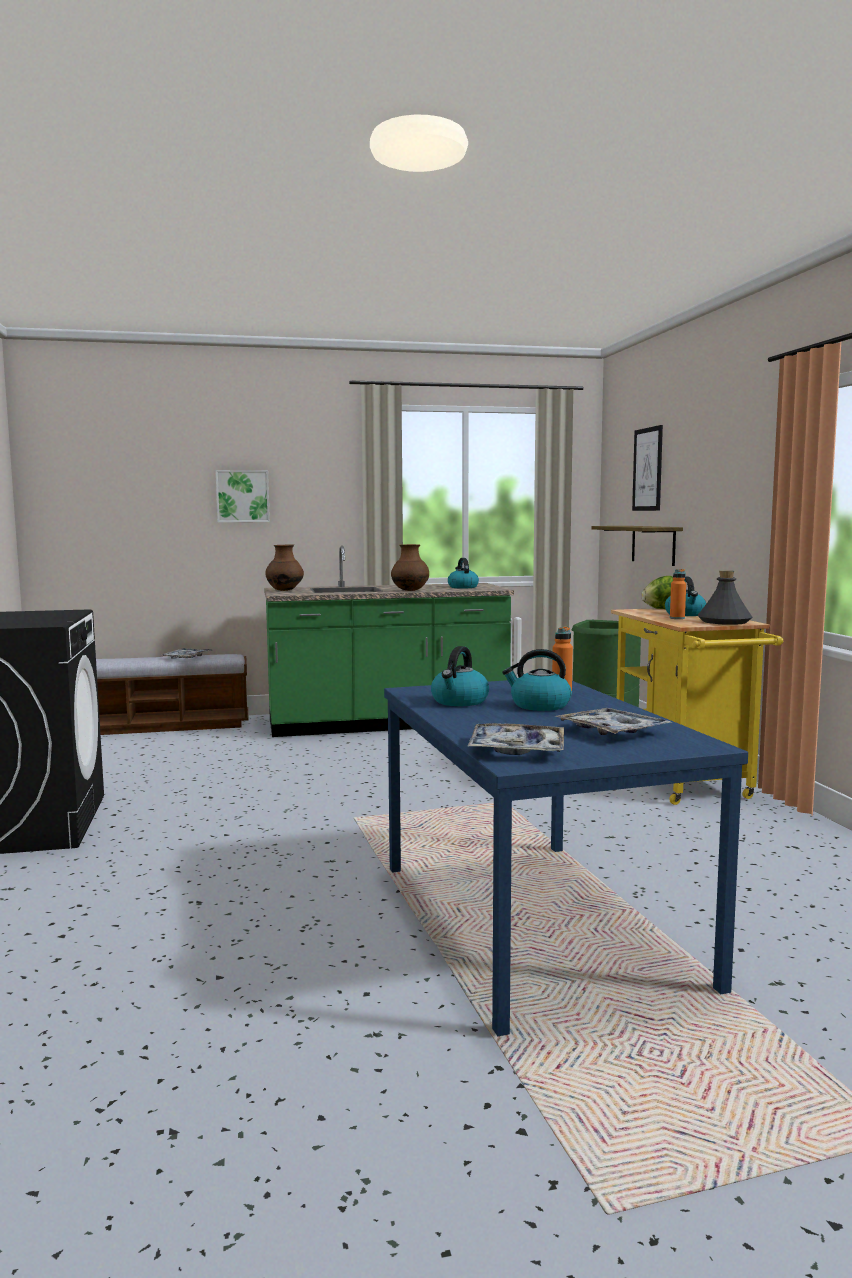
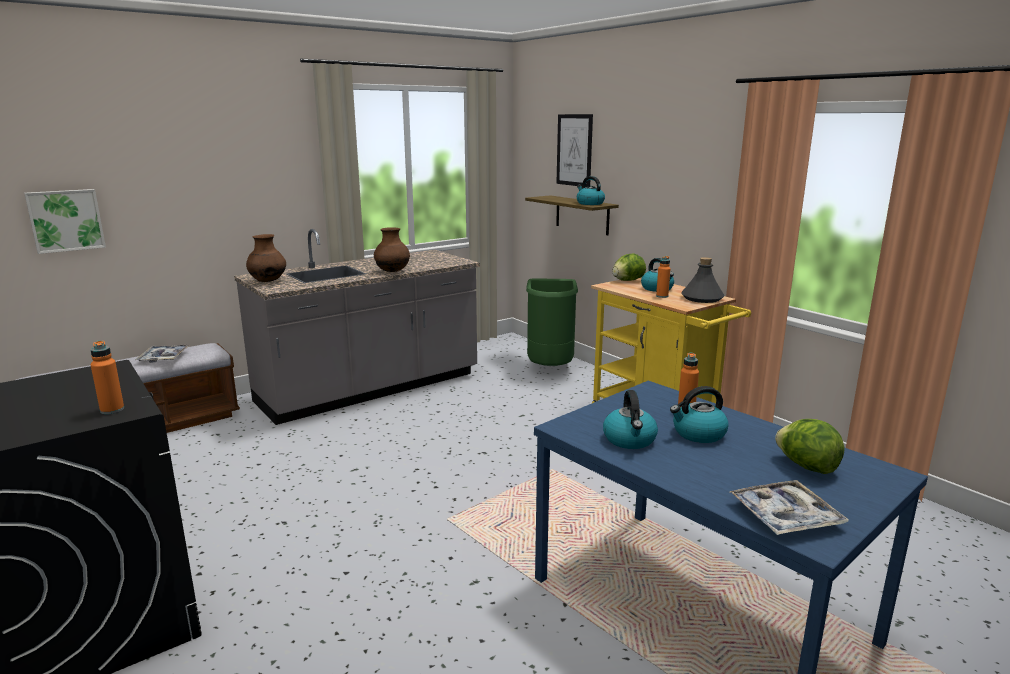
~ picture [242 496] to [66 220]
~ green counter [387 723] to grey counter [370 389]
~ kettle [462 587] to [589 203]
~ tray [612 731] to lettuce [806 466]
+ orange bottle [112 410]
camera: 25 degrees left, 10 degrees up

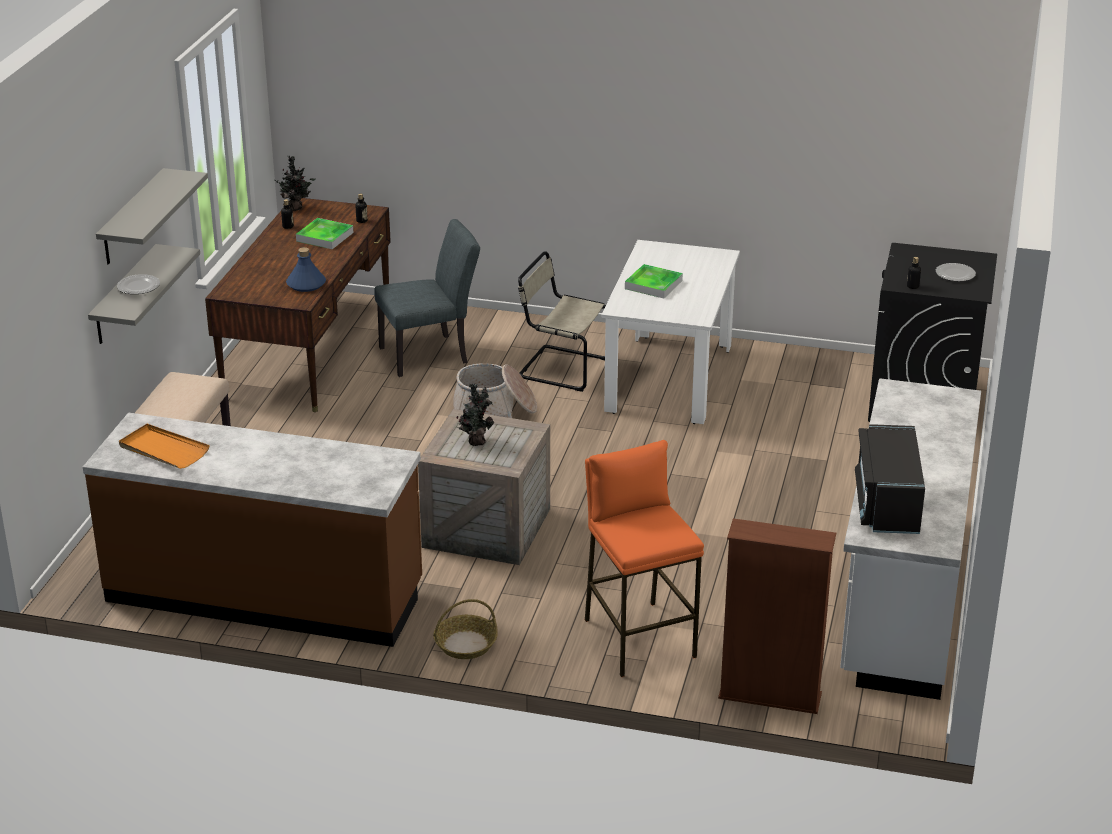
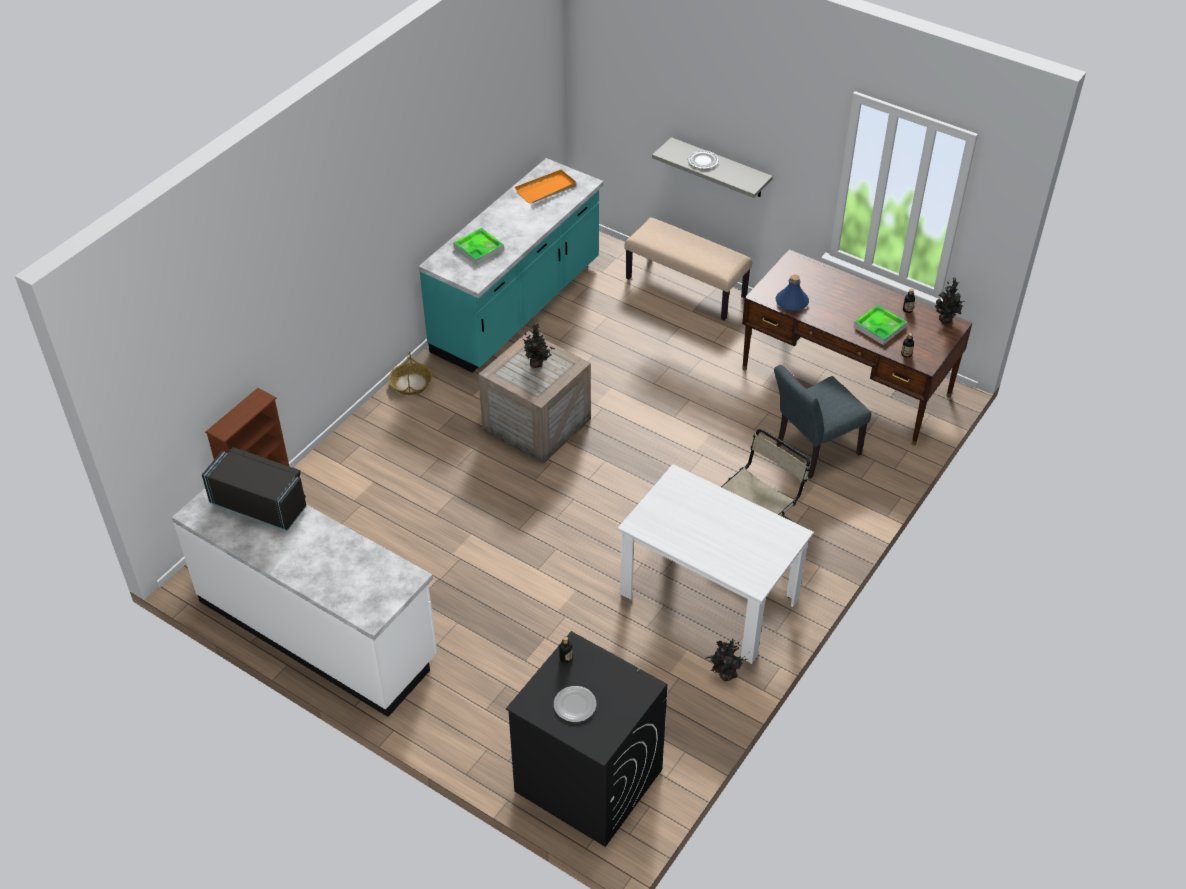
- grey shelf [132 218]
~ grey chair [430 354] = [812 452] 60 degrees clockwise
~ tray [653 284] to [478 249]
- basket [494 409]
~ brown counter [265 594] to turquoise counter [518 307]
- orange stool [639 638]
+ potted plant [725 676]
camera: 110 degrees right, 15 degrees up

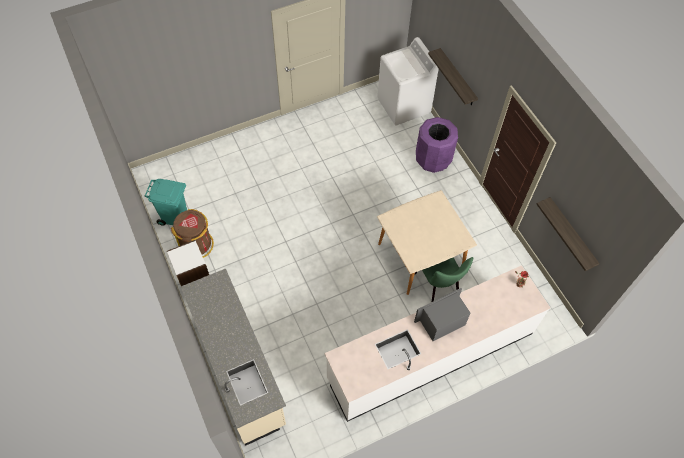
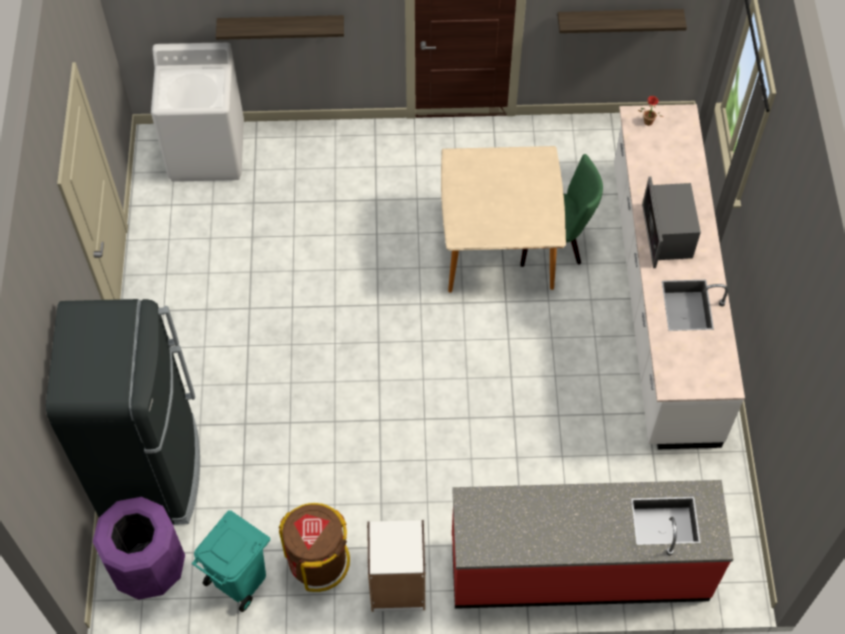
~ purple trash can [433 159] to [148 566]
~ beige counter [239 368] to red counter [578 568]
+ black fridge [152 472]
camera: 65 degrees left, 0 degrees up

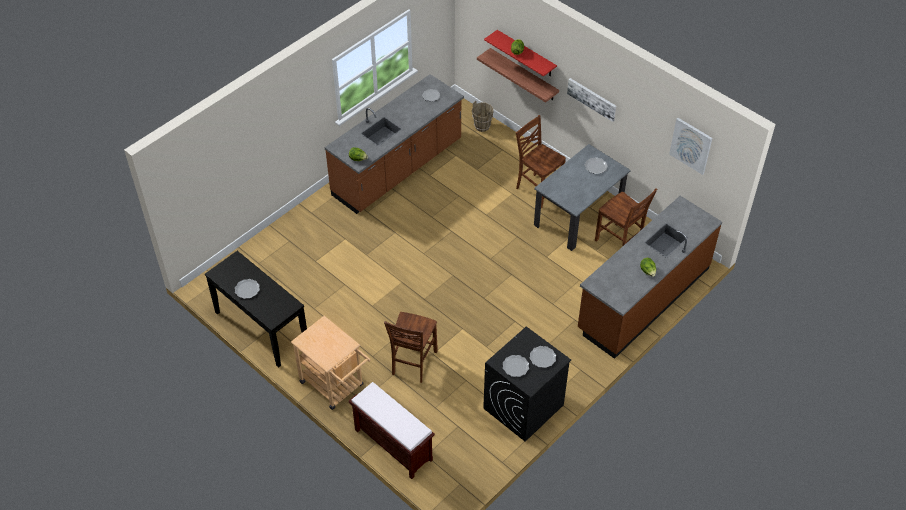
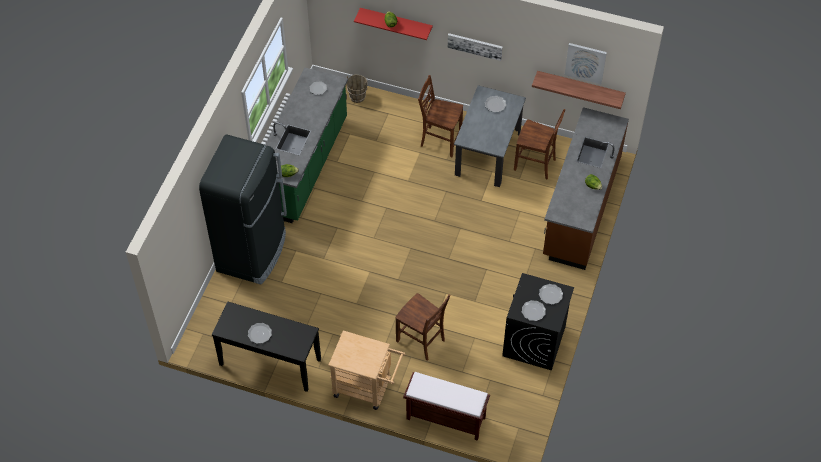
~ shelf [523 75] to [580 87]
~ brown counter [398 169] to green counter [304 166]
~ brown chair [413 363] = [421 341] 45 degrees counterclockwise
+ black fridge [252 252]
camera: 25 degrees left, 5 degrees up

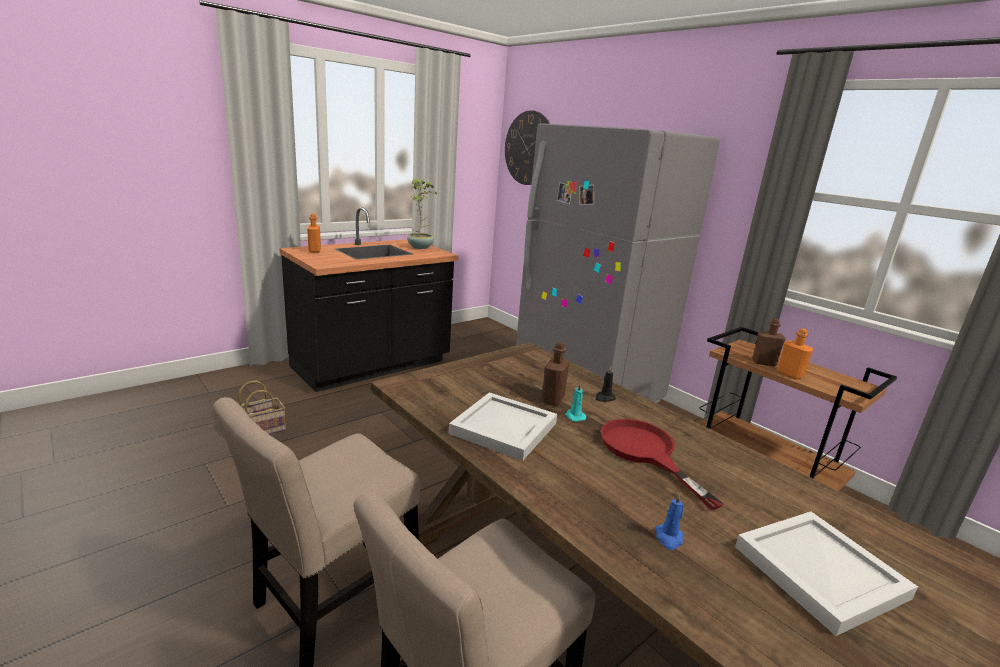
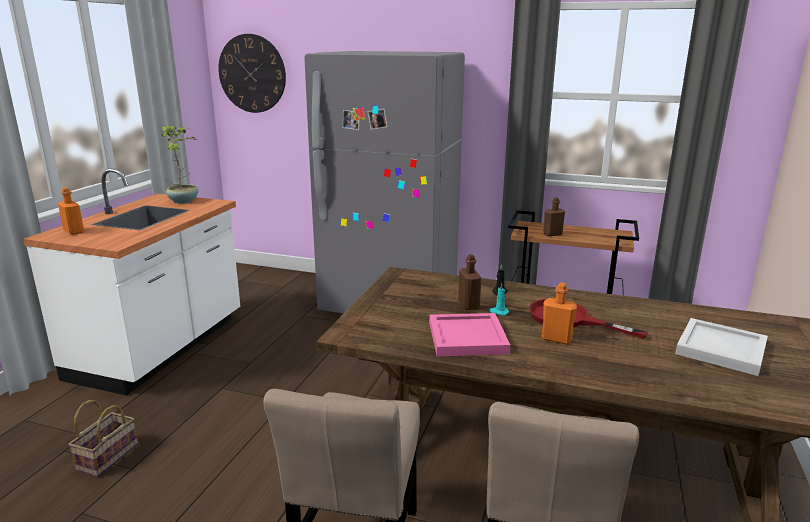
~ black counter [372 366] to white counter [161 348]
~ orange bottle [790 374] to [556 339]
~ white tray [502 428] to pink tray [466 338]
- blue candle [669 538]
camera: 30 degrees left, 0 degrees up

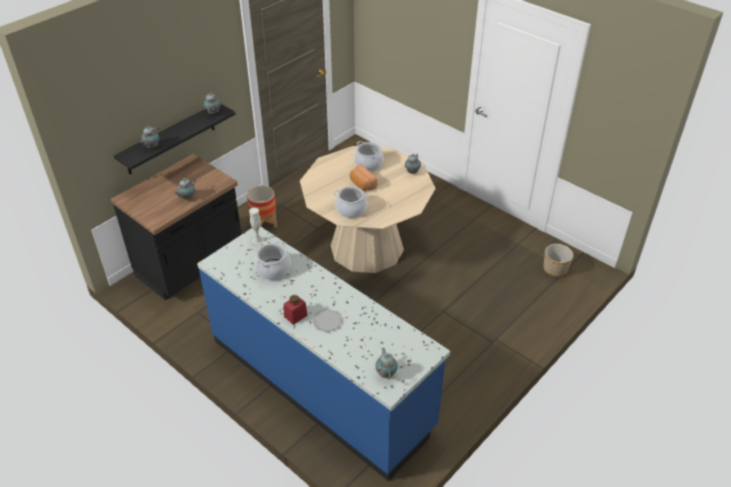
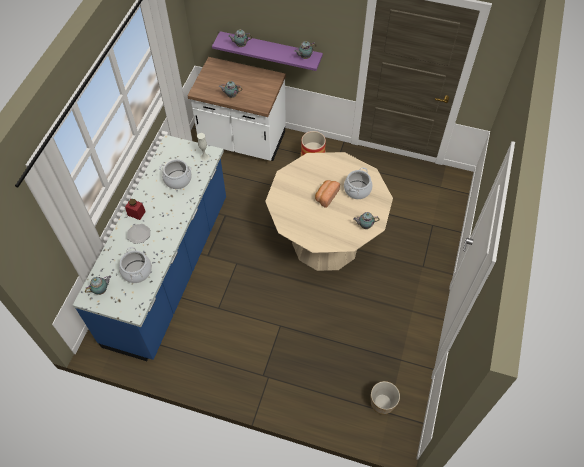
~ black shelf [170 139] to purple shelf [271 51]
~ black counter [191 266] to white counter [242 141]
~ cooking pot [351 210] to [136 271]
camera: 65 degrees right, 15 degrees up

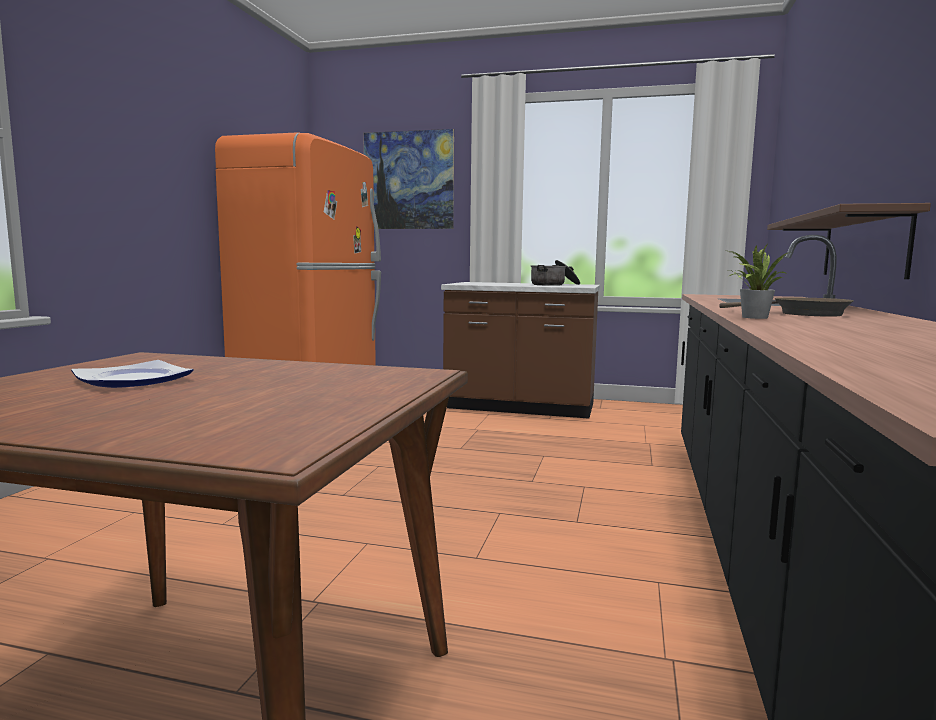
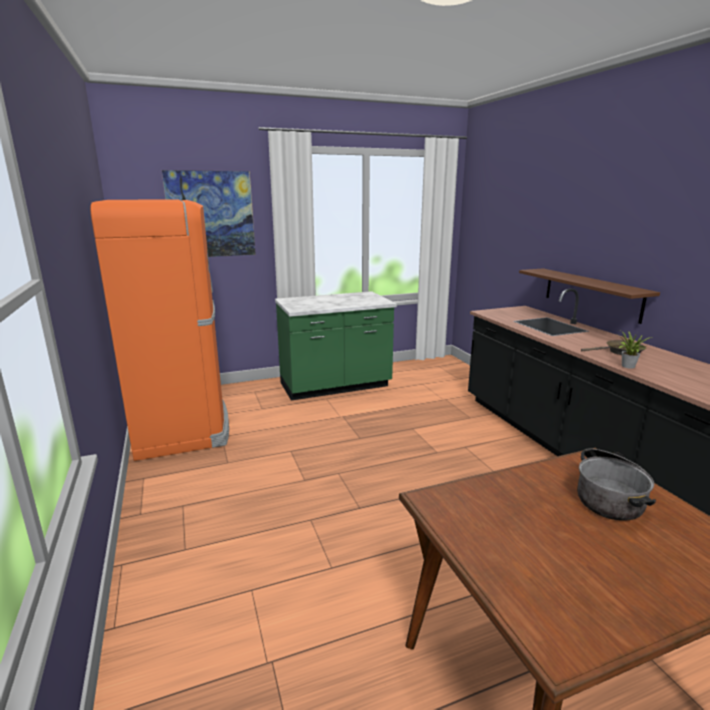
~ cooking pot [554 284] to [610 496]
~ brown counter [520 407] to green counter [335 386]
- plate [136 380]
camera: 35 degrees left, 10 degrees up

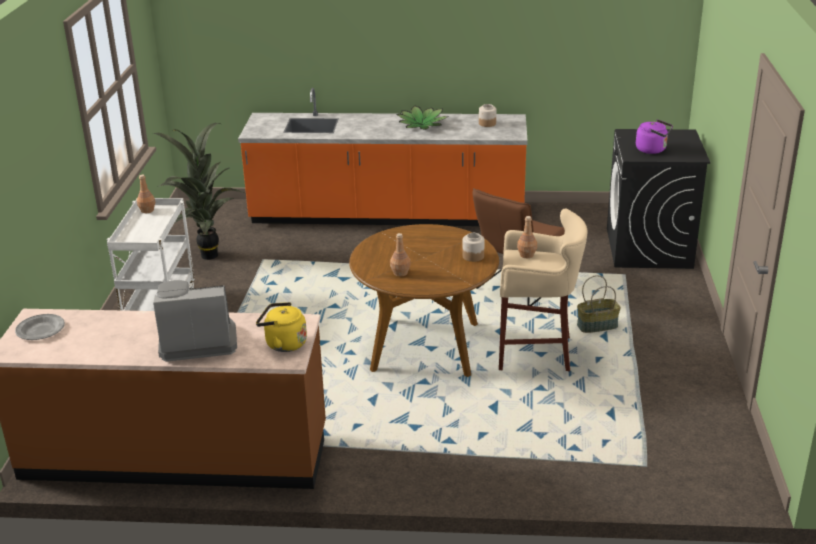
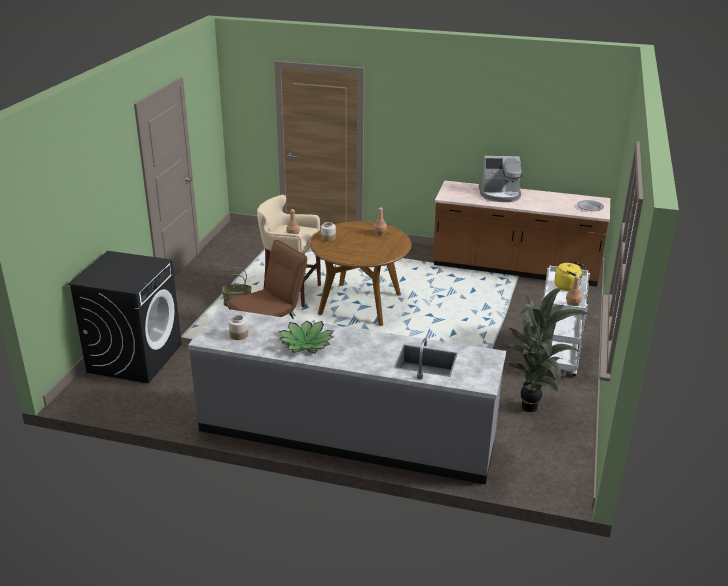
~ orange counter [387 216] to grey counter [346 434]
- purple kettle [653 150]
~ yellow kettle [283 344] to [569 286]
camera: 170 degrees left, 0 degrees up

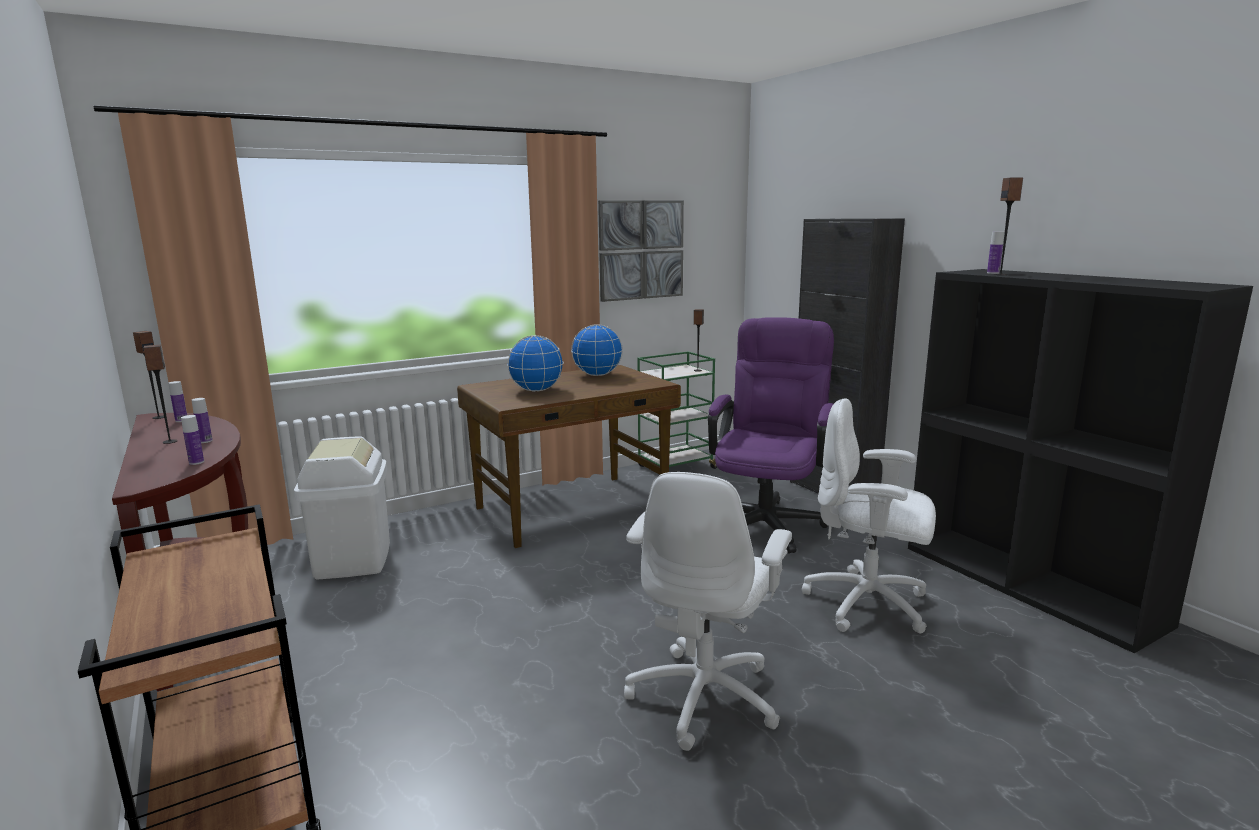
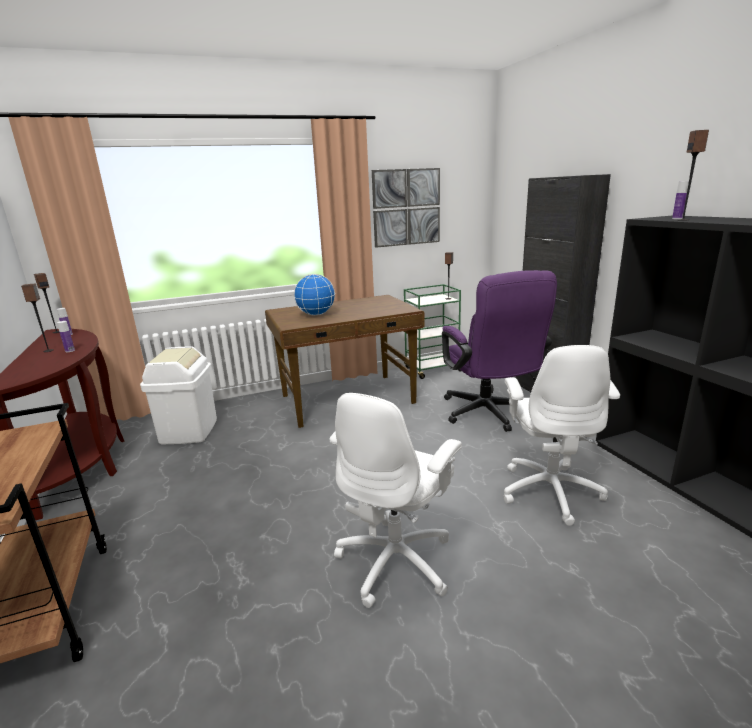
~ purple office chair [768 520] = [489 414] 135 degrees clockwise
- globe [597 375]
~ white office chair [868 604] = [550 490] 120 degrees counterclockwise
- bottle [196 462]
camera: 10 degrees right, 5 degrees up

